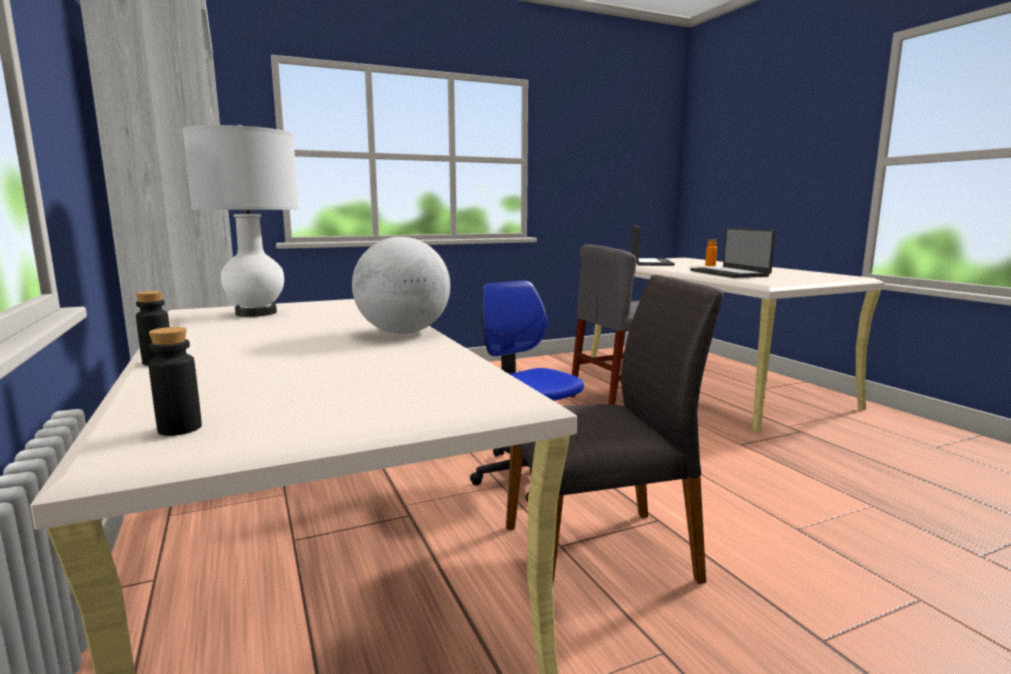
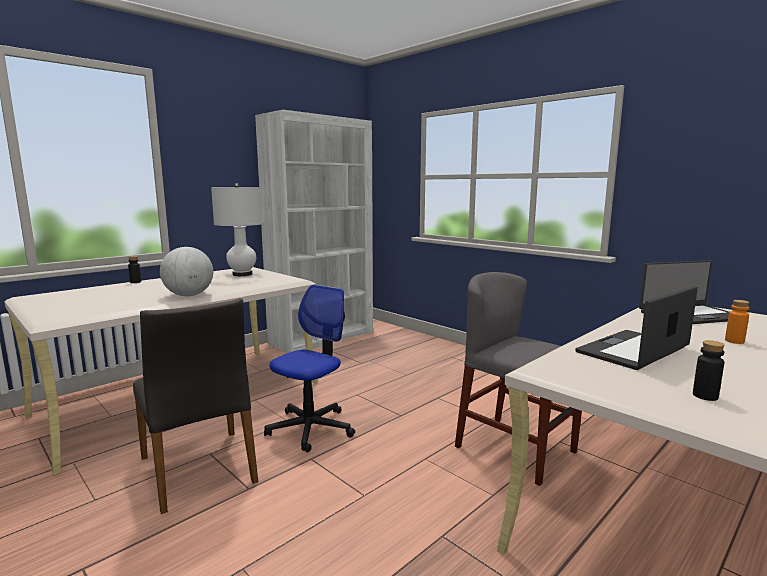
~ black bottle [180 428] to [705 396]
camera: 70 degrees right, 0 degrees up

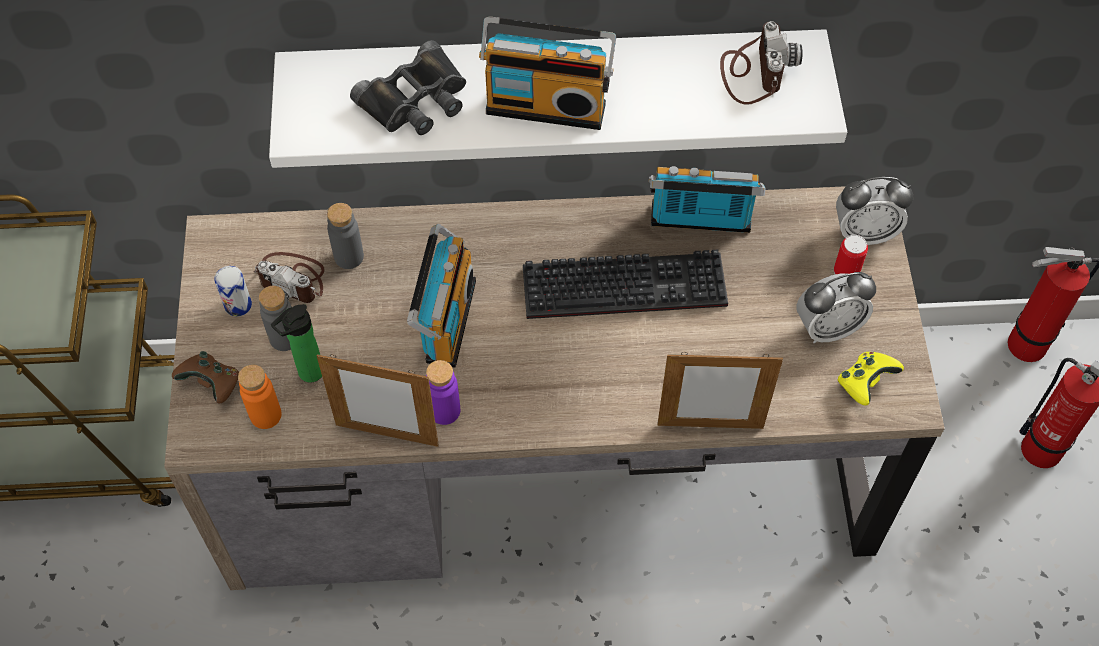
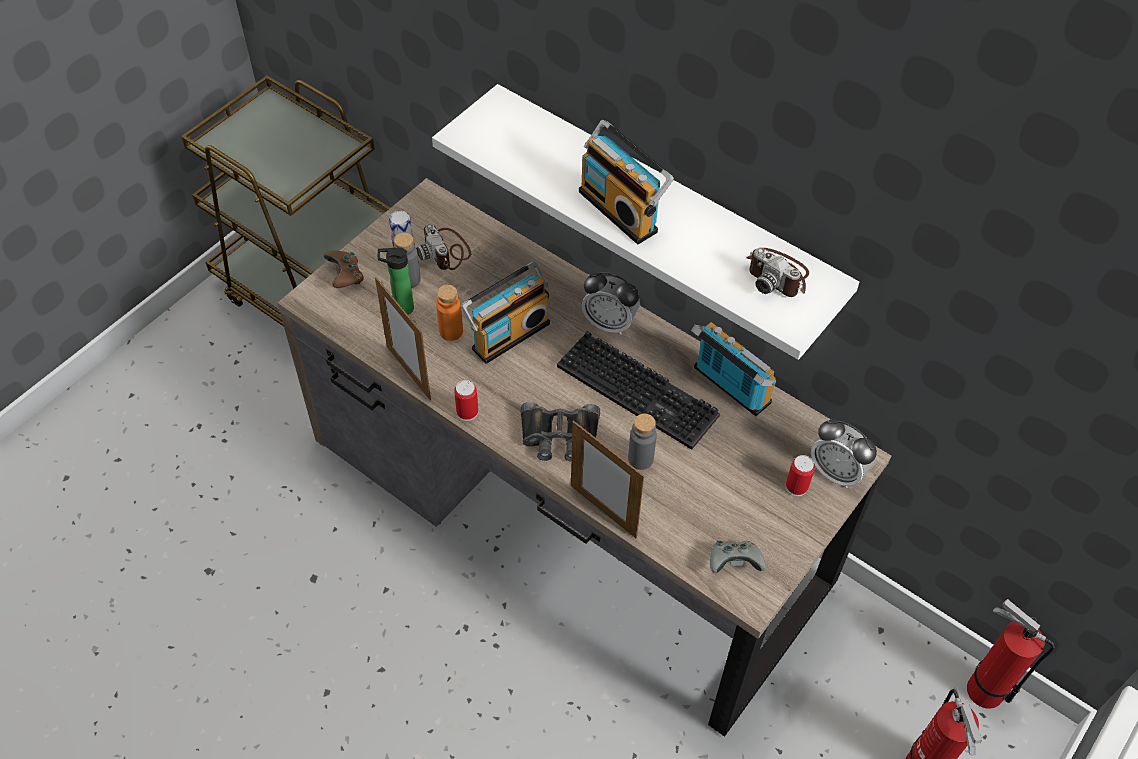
~ photo camera [754 72] = [778 275] 90 degrees clockwise
~ black binoculars [416 100] to [559 436]
~ grey bottle [349 257] to [640 459]
~ alarm clock [828 328] to [609 323]
~ yellow game controller [865 383] to grey game controller [734 563]
- purple bottle [444 411]
~ orange bottle [265 415] to [451 331]
+ can [467 412]
camera: 40 degrees right, 5 degrees down

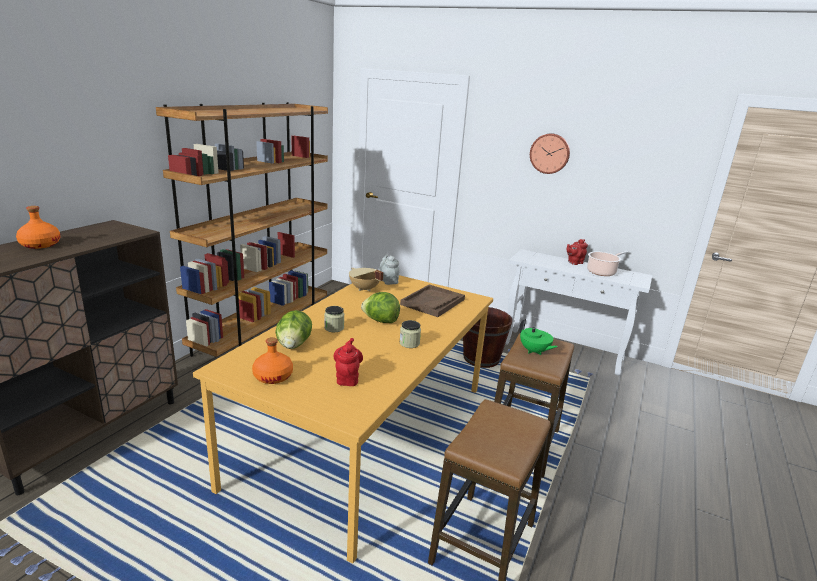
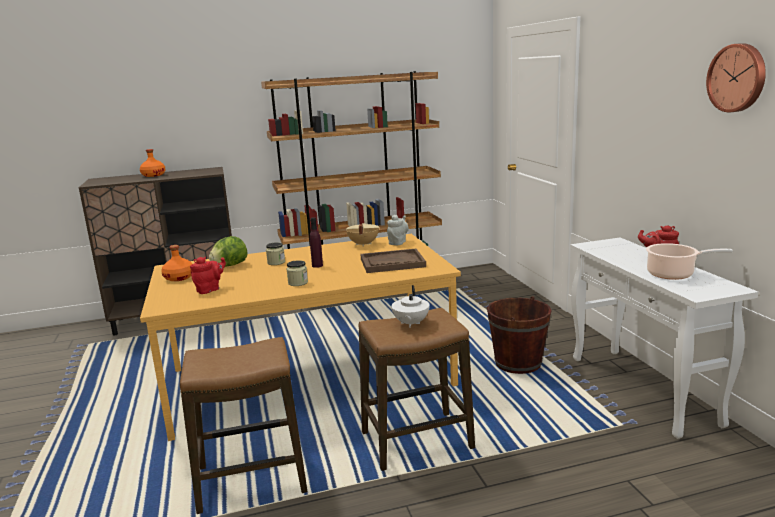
~ wall clock [550 153] to [737 78]
~ lettuce [380 321] to purple bottle [317 265]
~ green teapot [534 351] to white teapot [410 323]
camera: 50 degrees right, 5 degrees down

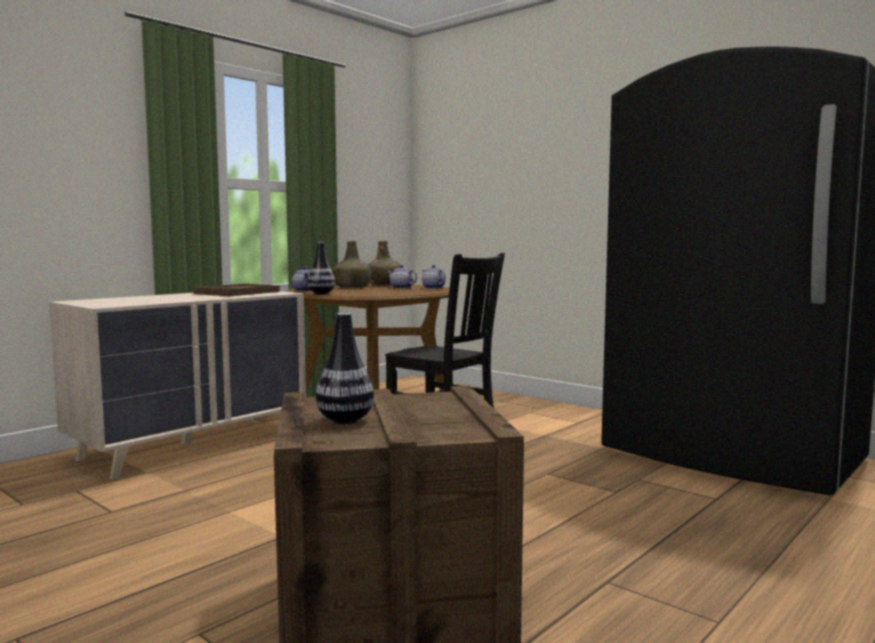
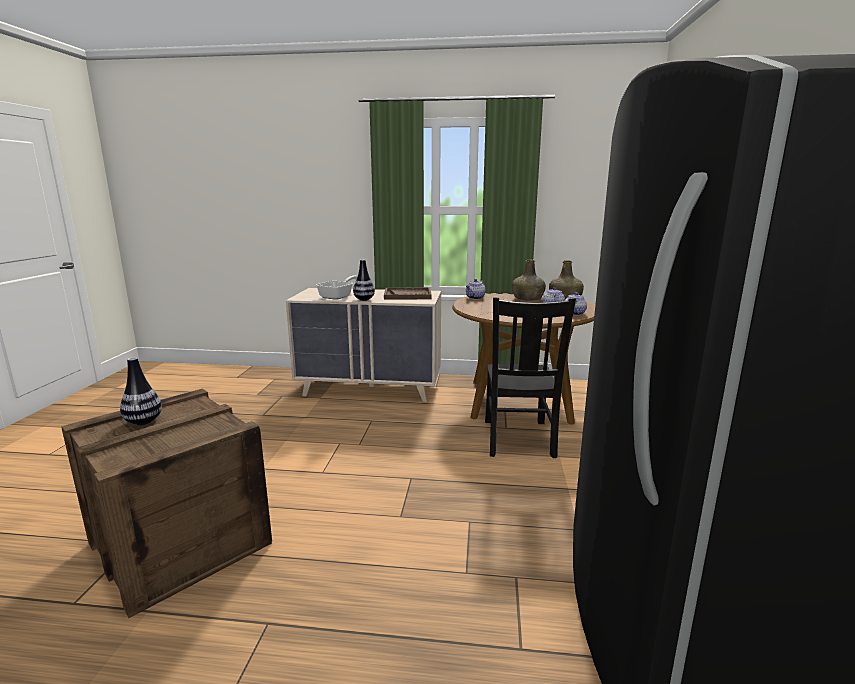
~ vase [321 294] to [364 299]
+ frying pan [338 296]
camera: 55 degrees right, 10 degrees up

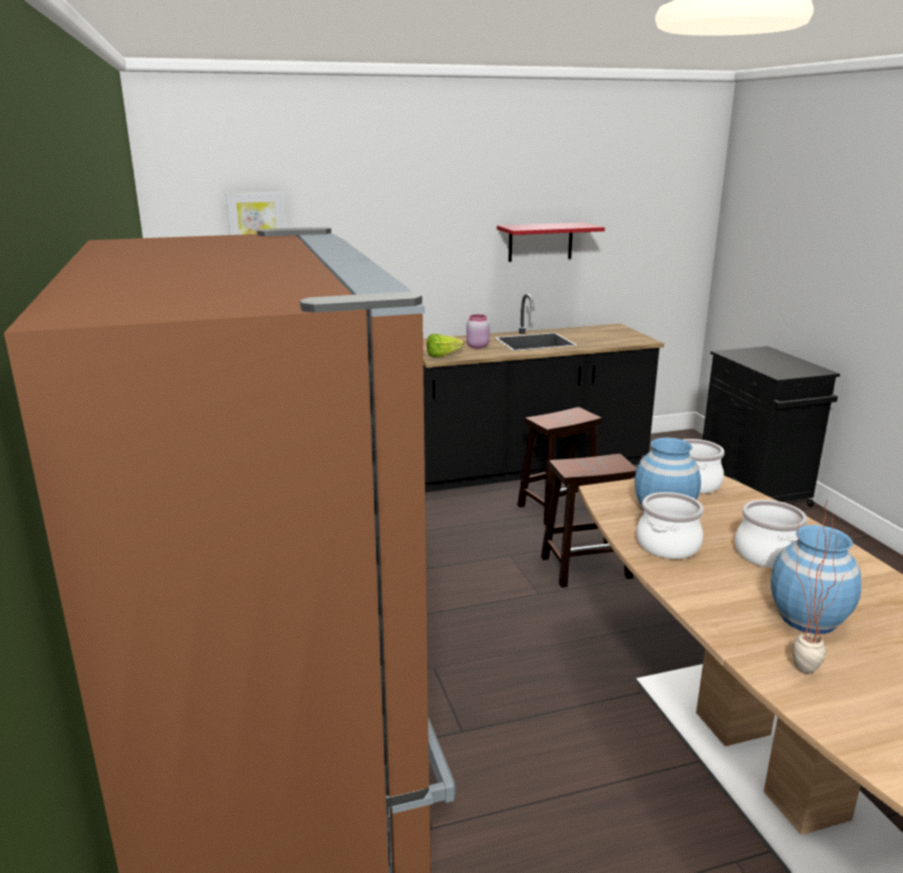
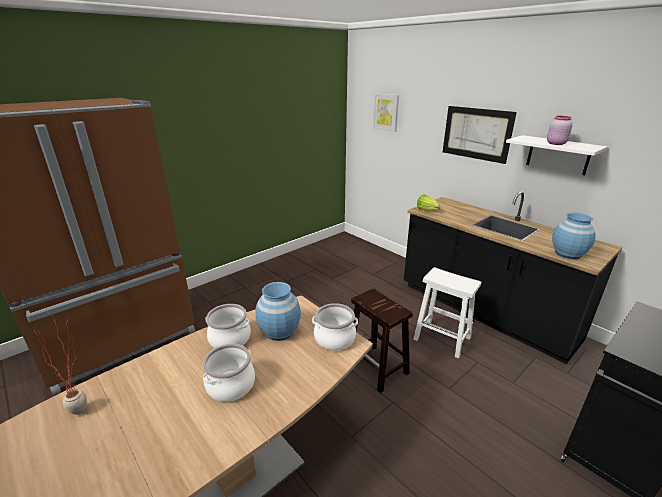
~ red shelf [540 242] to white shelf [558 155]
~ pink jar [477 346] to [555 143]
~ brown stool [559 508] to white stool [443 339]
~ blue vase [807 618] to [567 254]
+ picture [476 133]
camera: 65 degrees right, 5 degrees up

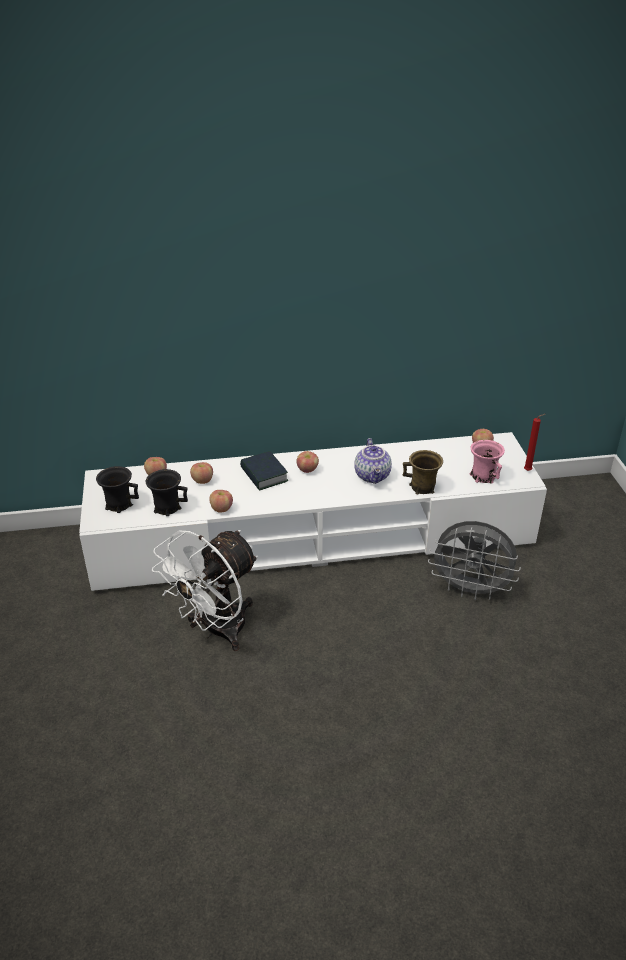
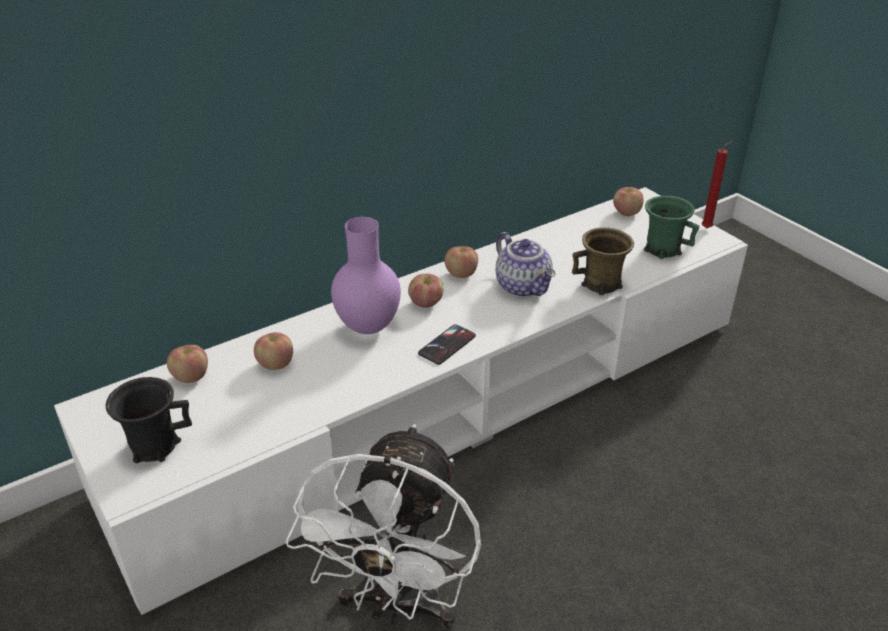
~ pink mug [484 476] to green mug [662 249]
~ book [264 475] to purple vase [367 328]
- black mug [167 507]
~ apple [221 509] to [461 274]
- grey fan [470 590]
+ phone [447 345]
camera: 25 degrees left, 0 degrees up

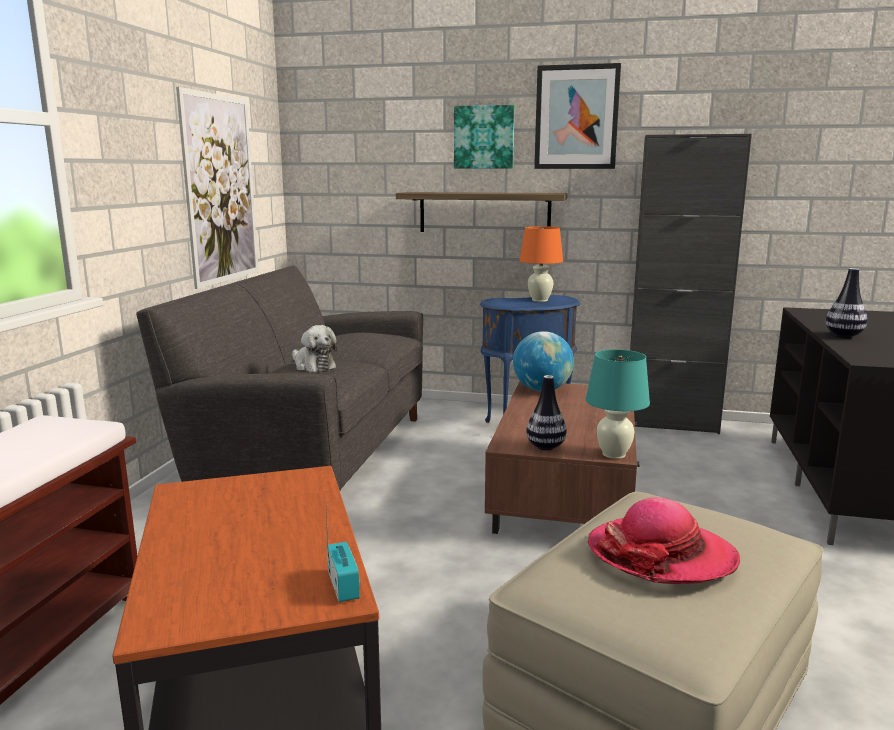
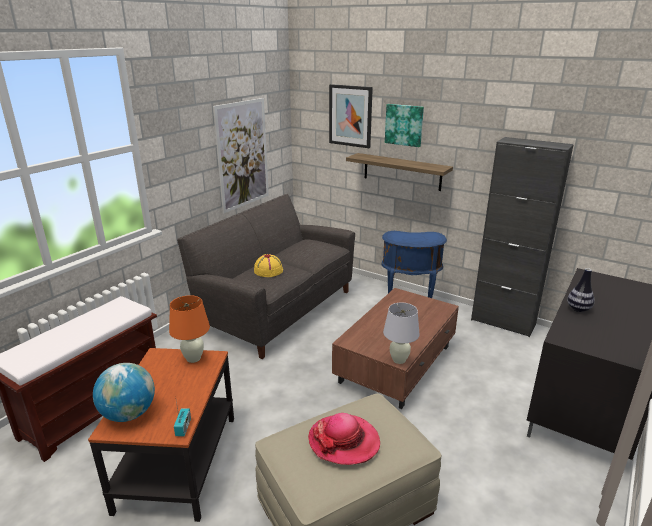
~ picture [576 117] to [350 116]
~ orange table lamp [540 300] to [193 358]
~ plush toy [313 366] to yellow hat [268 270]
~ globe [542 390] to [129 414]
~ turquoise table lamp [613 454] to white table lamp [399 360]
- vase [545 447]
camera: 20 degrees right, 10 degrees up

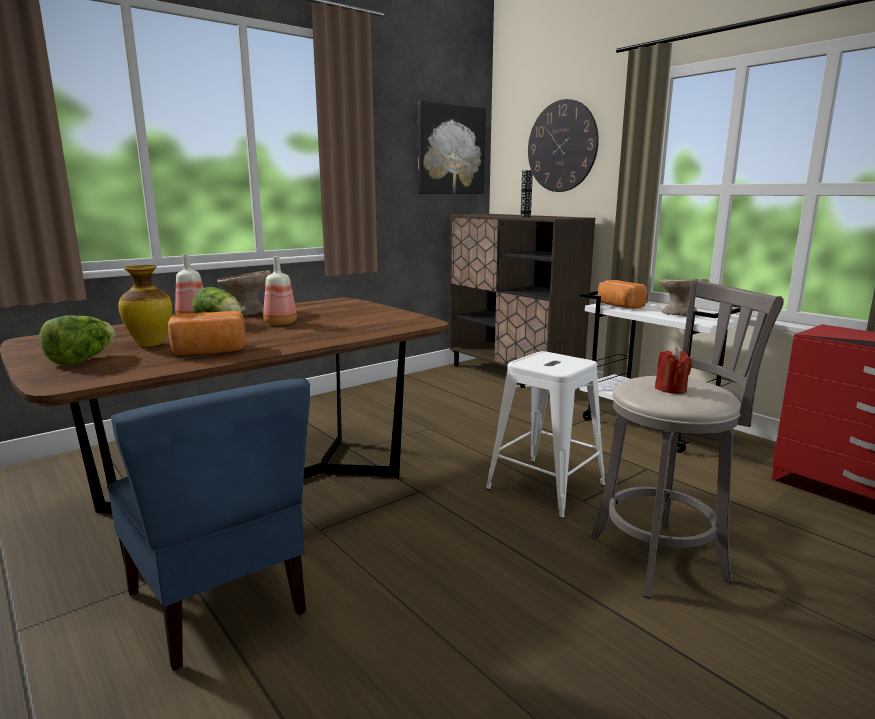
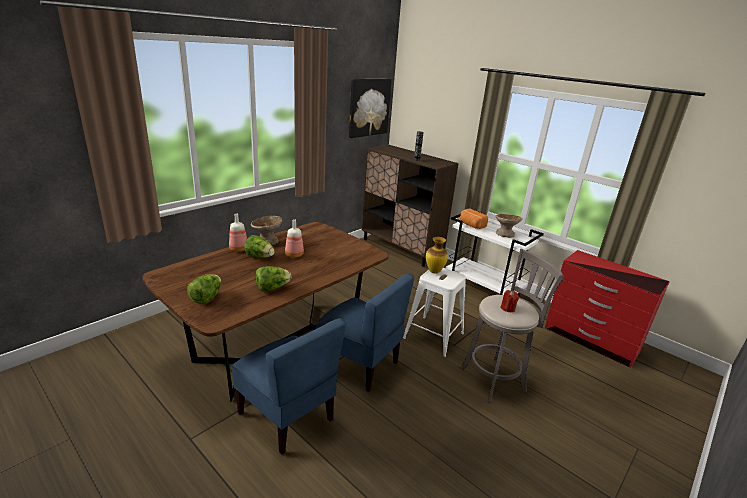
- wall clock [562 146]
~ vase [150 344] to [434 271]
~ bread [209 352] to lettuce [272 288]
+ blue chair [359 364]
camera: 10 degrees left, 10 degrees up

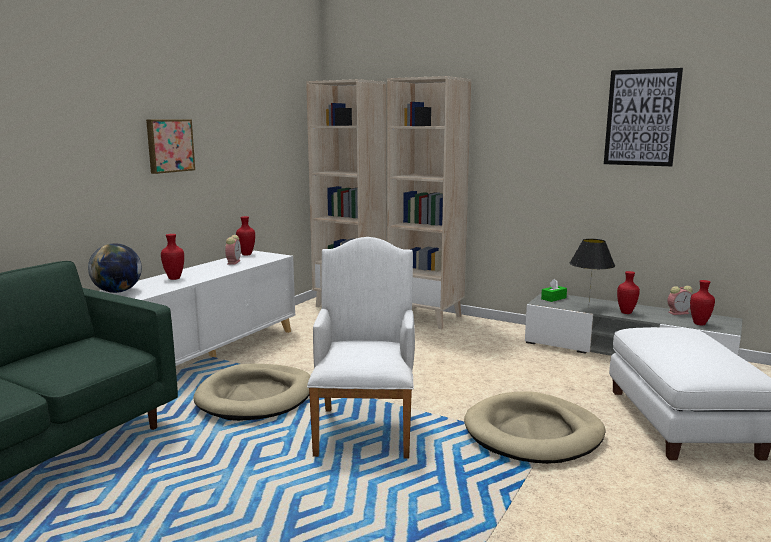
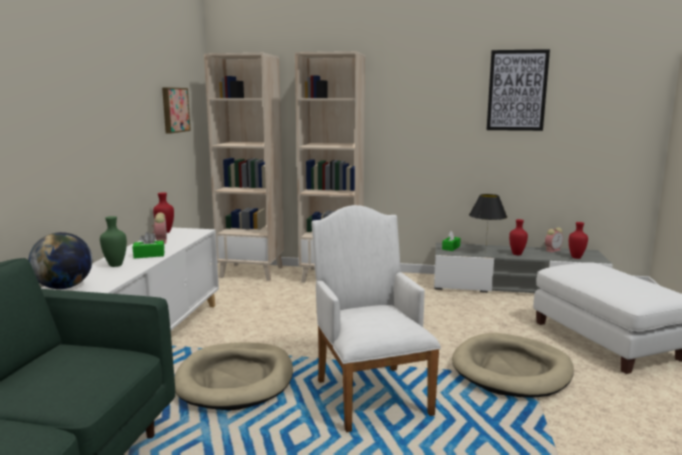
~ picture [169 145] to [174 110]
~ red vase [175 278] to green vase [116 265]
+ green tissue box [149 255]
camera: 20 degrees left, 0 degrees up

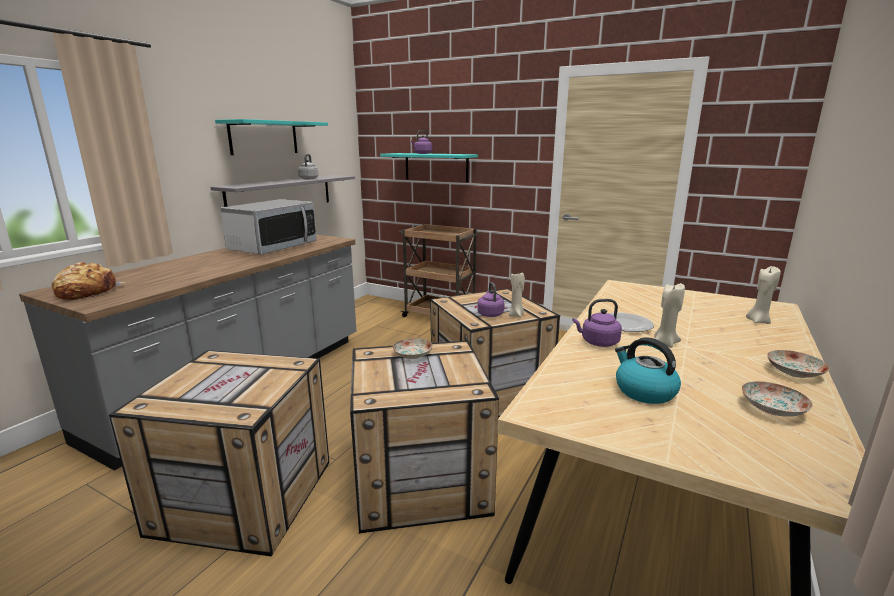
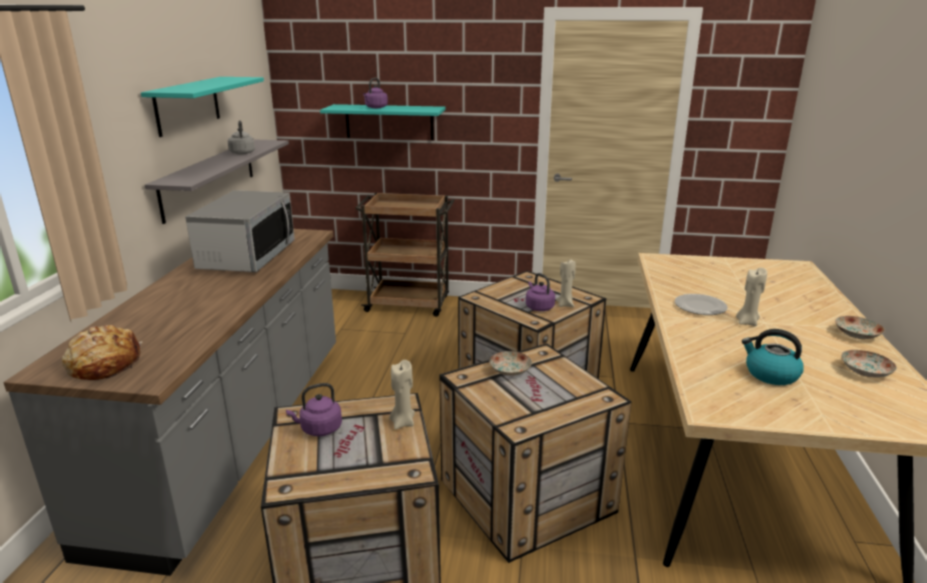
~ beige candle [758 321] to [402 422]
~ purple kettle [597 342] to [319 429]
camera: 20 degrees left, 5 degrees up

